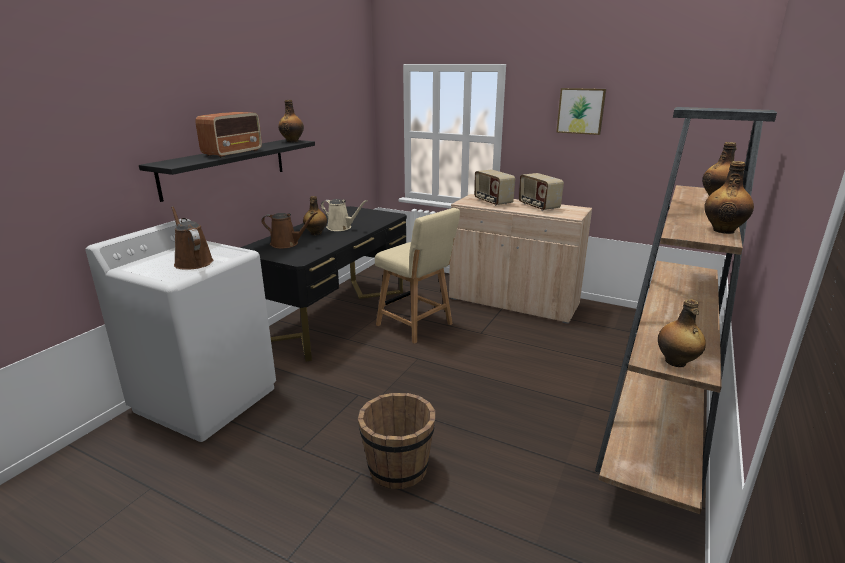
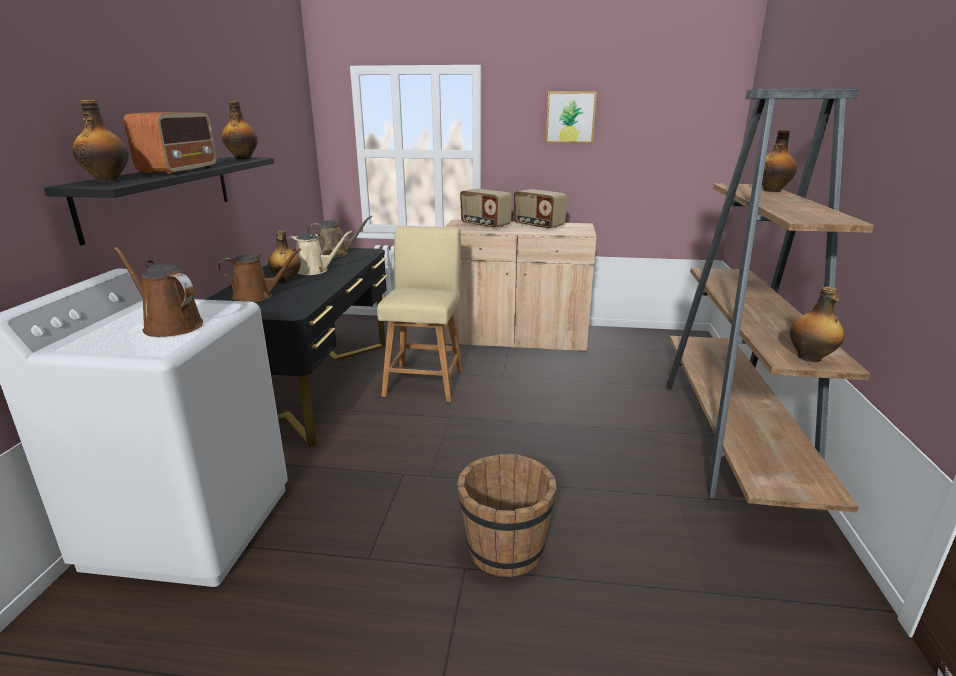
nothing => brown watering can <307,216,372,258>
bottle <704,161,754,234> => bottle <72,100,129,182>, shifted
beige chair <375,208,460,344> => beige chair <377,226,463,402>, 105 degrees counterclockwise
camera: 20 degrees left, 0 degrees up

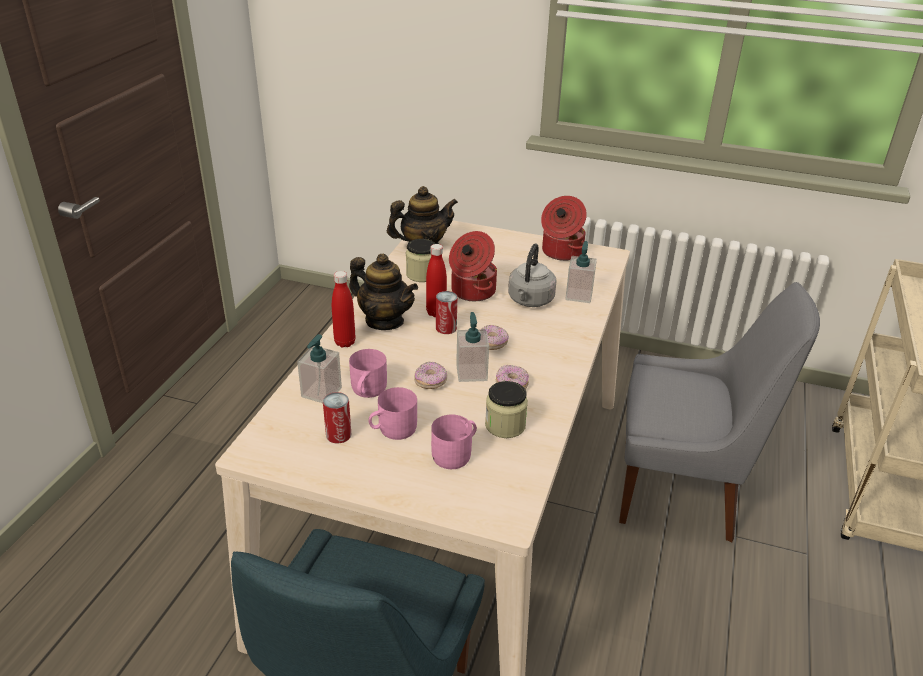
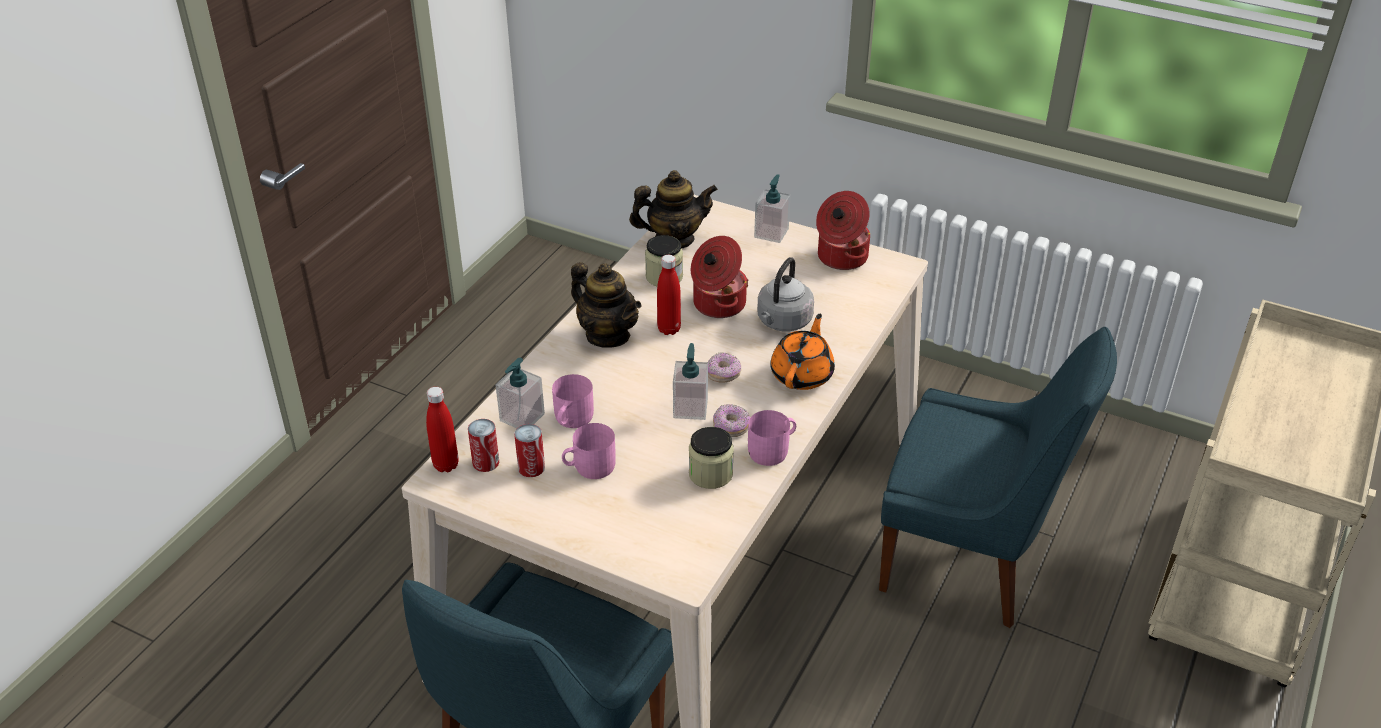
donut <414,362,447,389> => nothing
nothing => orange teapot <770,314,835,390>
red bottle <332,271,356,348> => red bottle <426,387,459,472>, shifted
pink mug <431,414,477,469> => pink mug <748,410,796,466>, shifted
can <436,291,458,334> => can <468,419,499,472>, shifted
soap dispenser <565,241,597,303> => soap dispenser <754,174,791,243>, shifted
grey chair <619,282,820,542> => blue chair <879,327,1117,628>
camera: 10 degrees right, 5 degrees up

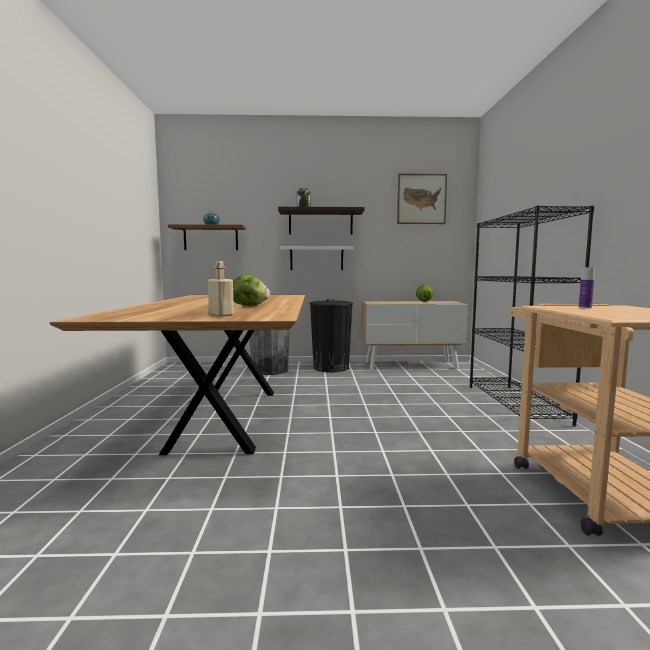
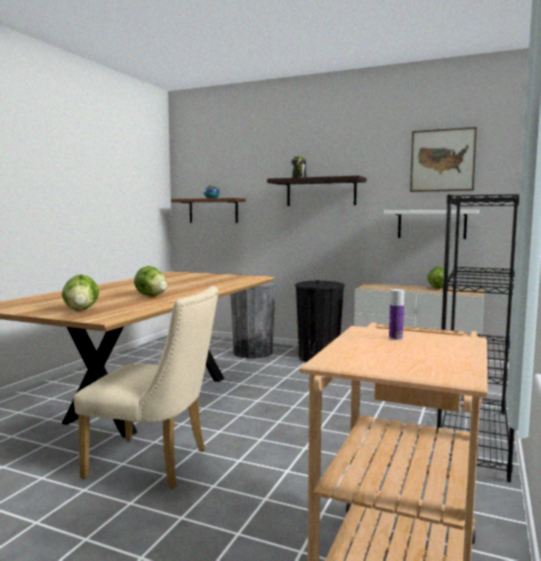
nothing => beige chair <74,286,218,488>
white shelf <280,246,354,270> => white shelf <384,210,479,239>, shifted
beige bottle <208,261,234,317> => lettuce <62,274,99,311>
camera: 25 degrees right, 0 degrees up

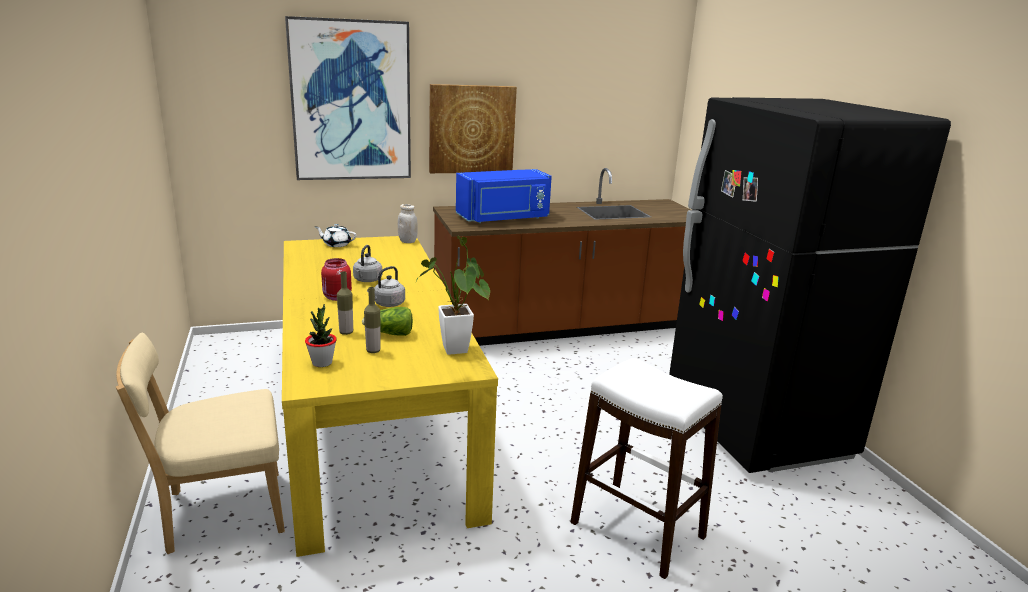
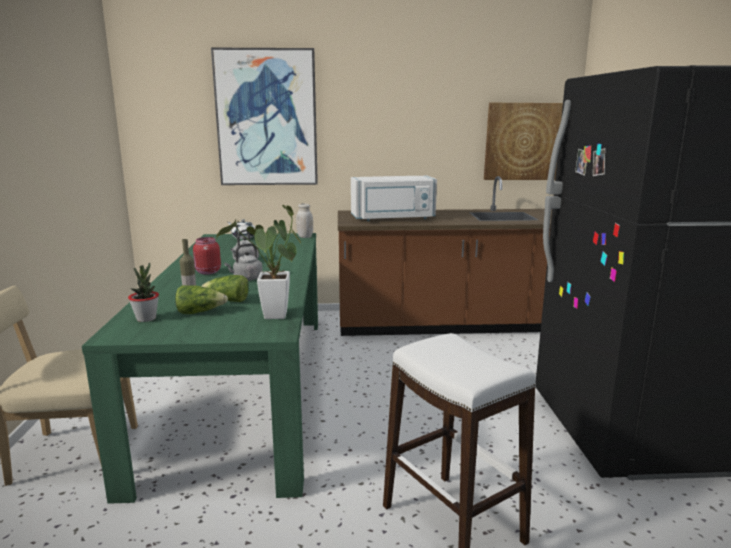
picture <429,84,517,173> => picture <484,103,563,180>, shifted
bottle <364,287,381,353> => lettuce <175,285,228,314>
yellow dining table <282,236,498,557> => green dining table <82,233,318,504>
blue microwave <456,169,552,223> => white microwave <351,176,437,221>
camera: 15 degrees right, 5 degrees down

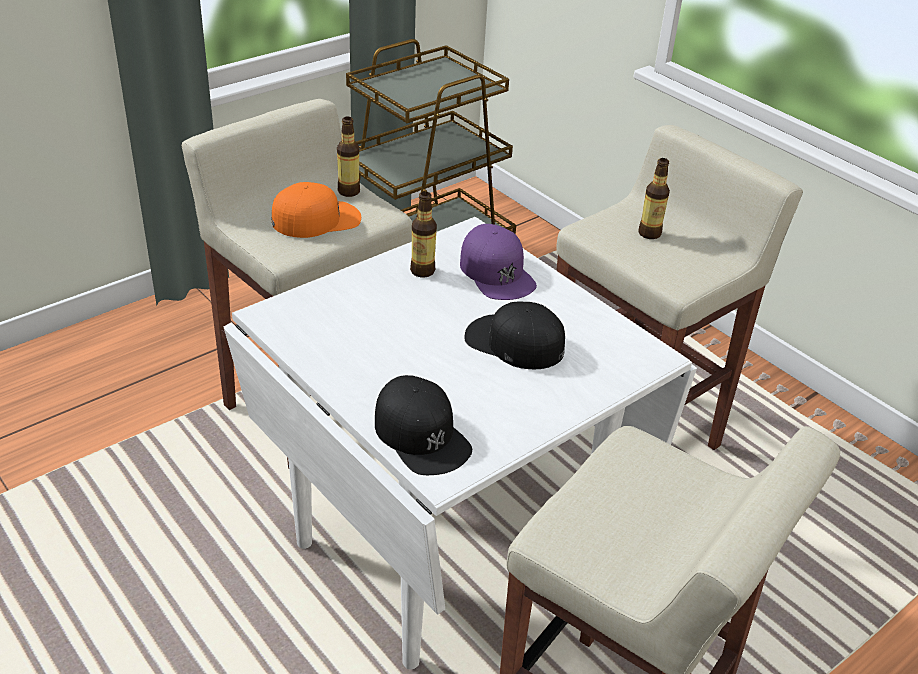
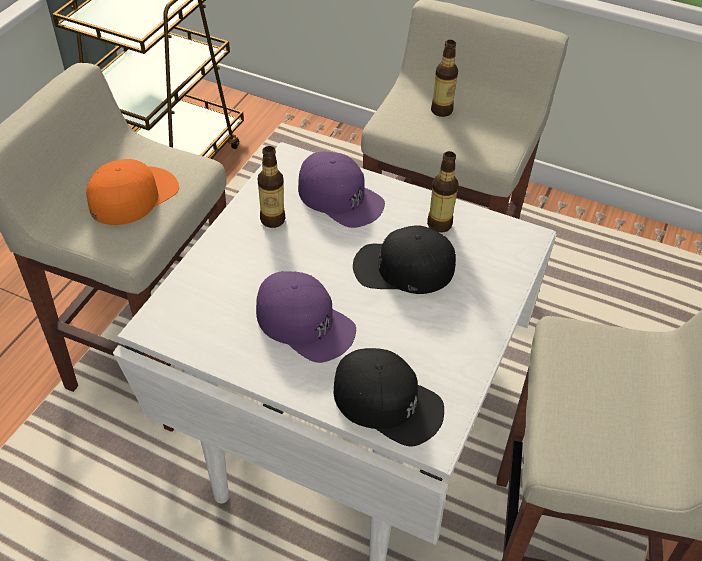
nothing => purple cap <256,271,356,363>
bottle <337,117,360,197> => bottle <427,151,459,233>, shifted
camera: 25 degrees left, 10 degrees up

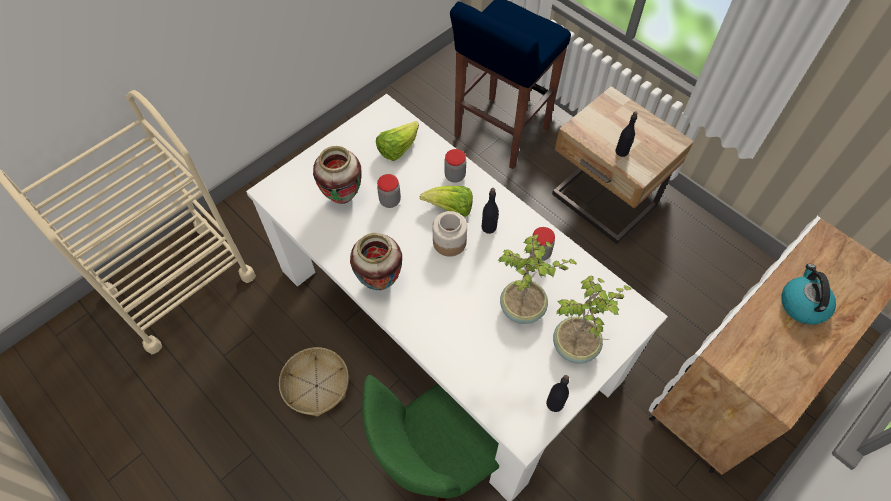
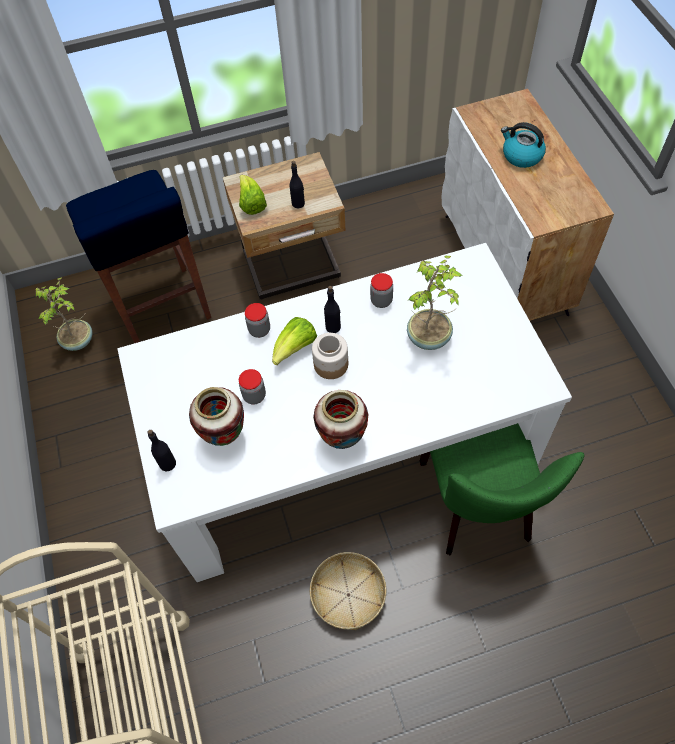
lettuce <376,121,419,161> => lettuce <239,175,267,215>, shifted
black bottle <546,375,569,412> => black bottle <147,430,176,471>, shifted
potted plant <553,276,631,364> => potted plant <36,277,92,351>, shifted
camera: 60 degrees left, 0 degrees up

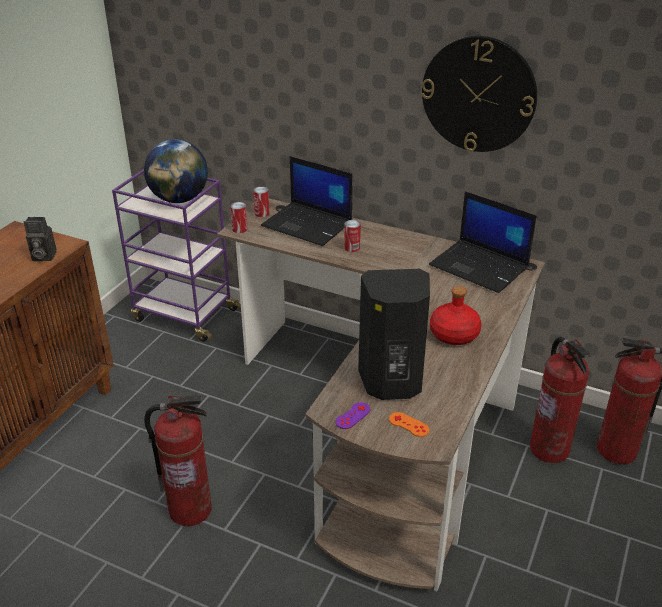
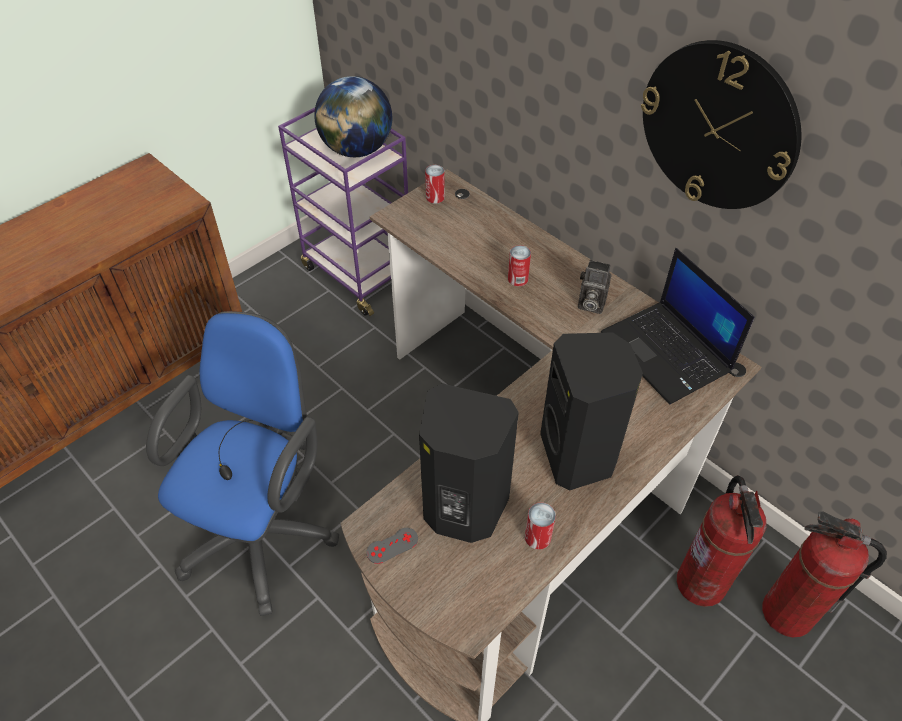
laptop <261,156,353,246> => nothing
orange game controller <389,412,429,437> => nothing
photo camera <24,217,57,261> => photo camera <578,260,611,314>, shifted
can <230,202,248,233> => can <525,502,556,550>, shifted
fire extinguisher <144,395,211,526> => blue office chair <146,311,339,616>
red bottle <430,286,481,345> => black speaker <540,332,643,491>
purple game controller <336,402,370,429> => grey game controller <366,528,418,564>
camera: 20 degrees right, 15 degrees up

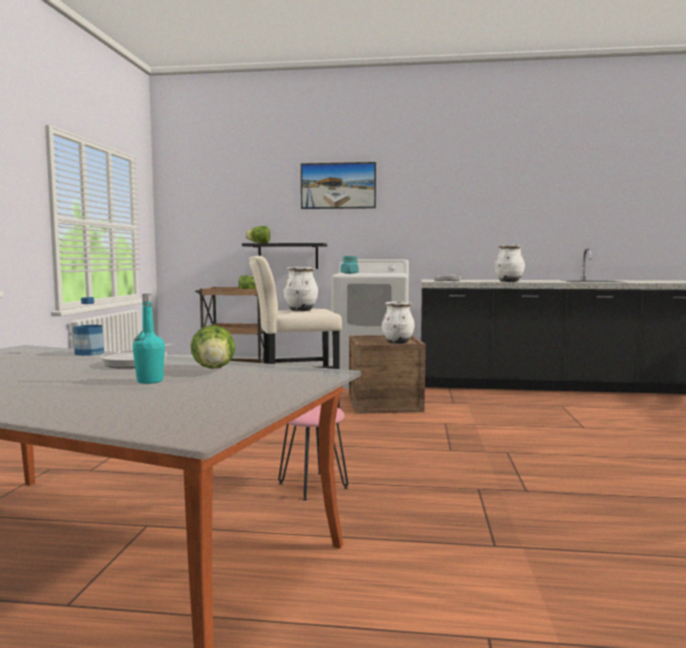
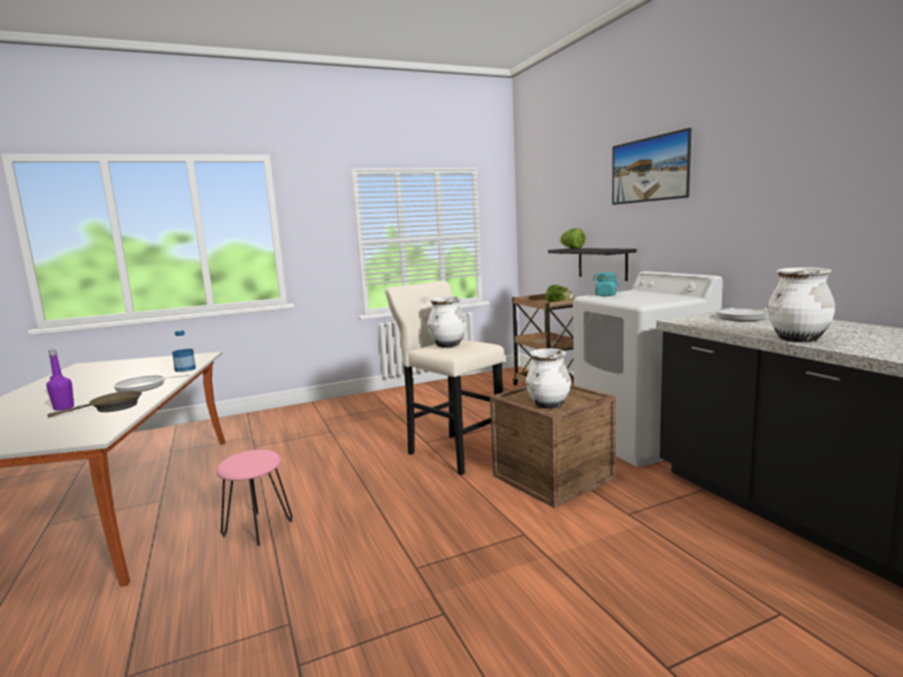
lettuce <191,325,235,369> => brown frying pan <47,391,142,417>
turquoise bottle <133,294,165,384> => purple bottle <46,349,74,410>
camera: 60 degrees right, 5 degrees up

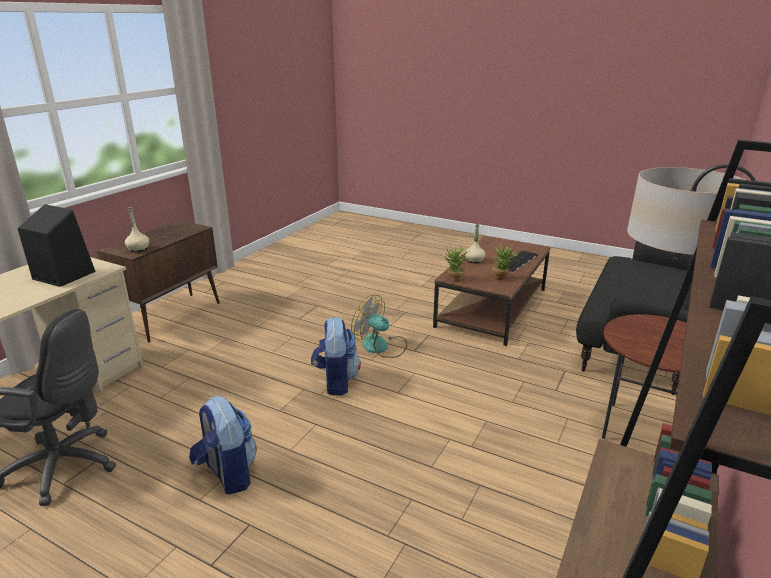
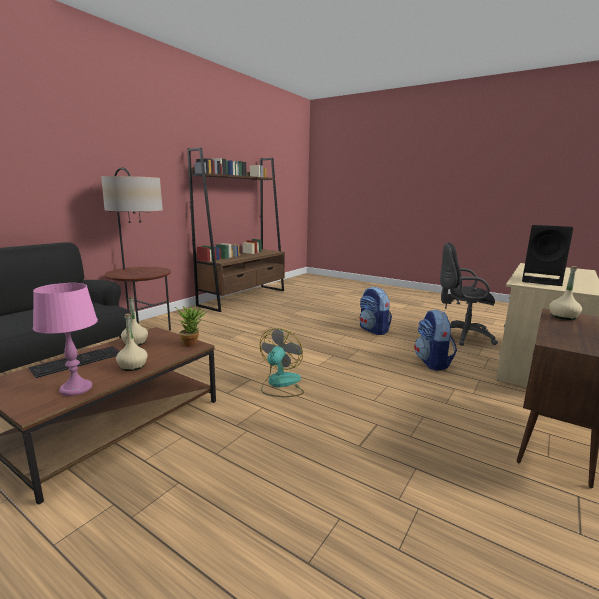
nothing => pink table lamp <33,283,98,396>
backpack <311,317,361,396> => backpack <414,309,457,371>, shifted
potted plant <493,244,518,280> => beige bottle <121,297,148,346>
fan <351,295,407,358> => fan <260,328,304,397>, 105 degrees counterclockwise
camera: 175 degrees left, 10 degrees down

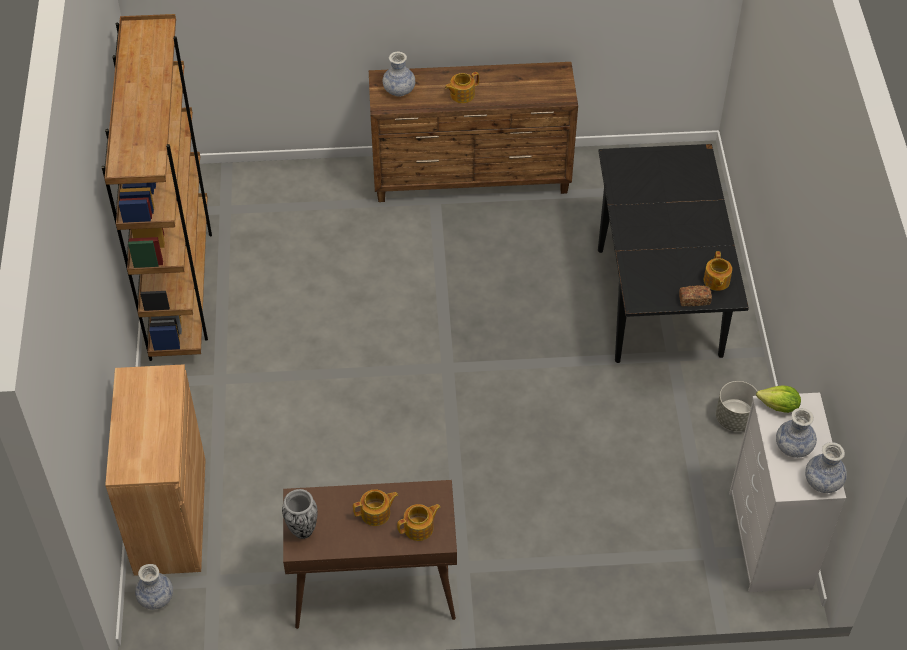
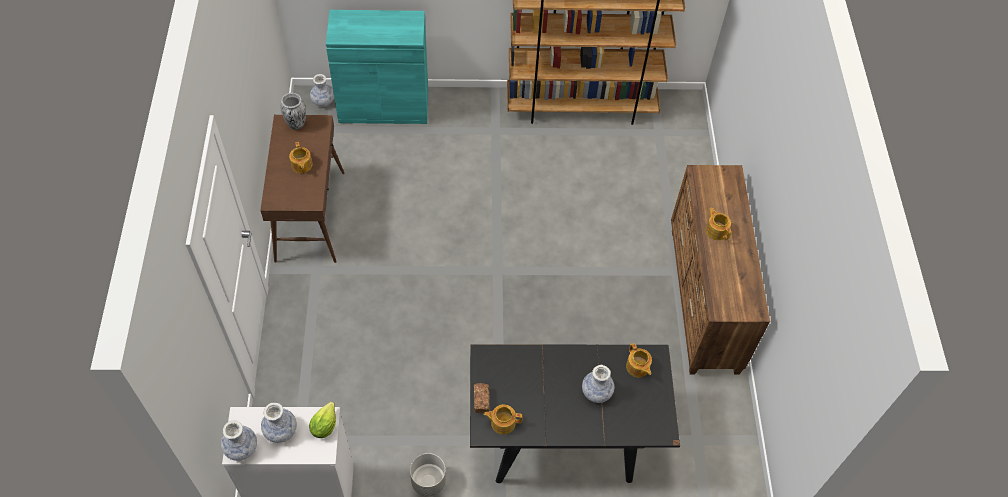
vase <383,51,415,96> => vase <582,365,614,403>, shifted
teapot <397,504,441,541> => teapot <626,343,652,377>, shifted
brown cabinet <105,364,205,576> => turquoise cabinet <326,10,428,124>
camera: 90 degrees right, 5 degrees up

